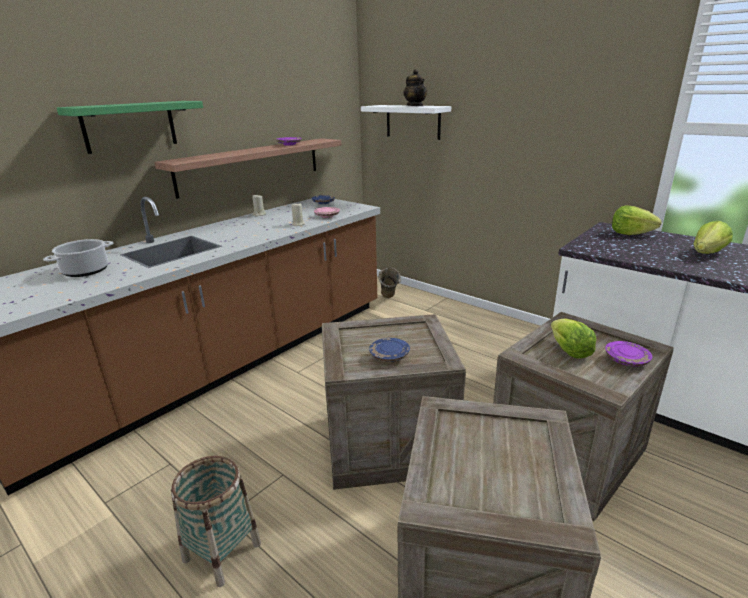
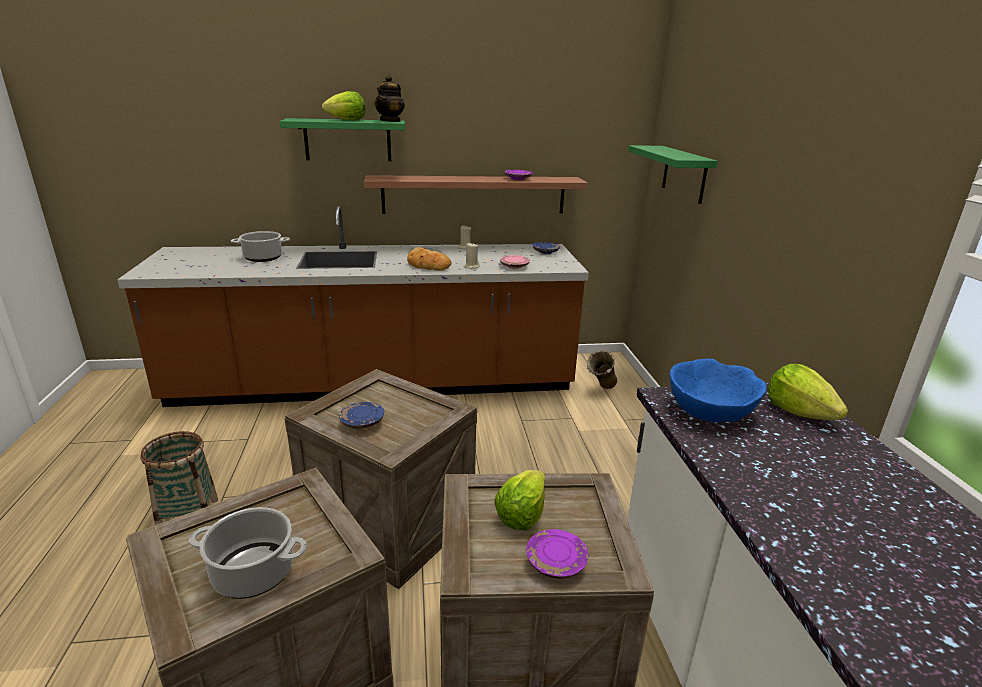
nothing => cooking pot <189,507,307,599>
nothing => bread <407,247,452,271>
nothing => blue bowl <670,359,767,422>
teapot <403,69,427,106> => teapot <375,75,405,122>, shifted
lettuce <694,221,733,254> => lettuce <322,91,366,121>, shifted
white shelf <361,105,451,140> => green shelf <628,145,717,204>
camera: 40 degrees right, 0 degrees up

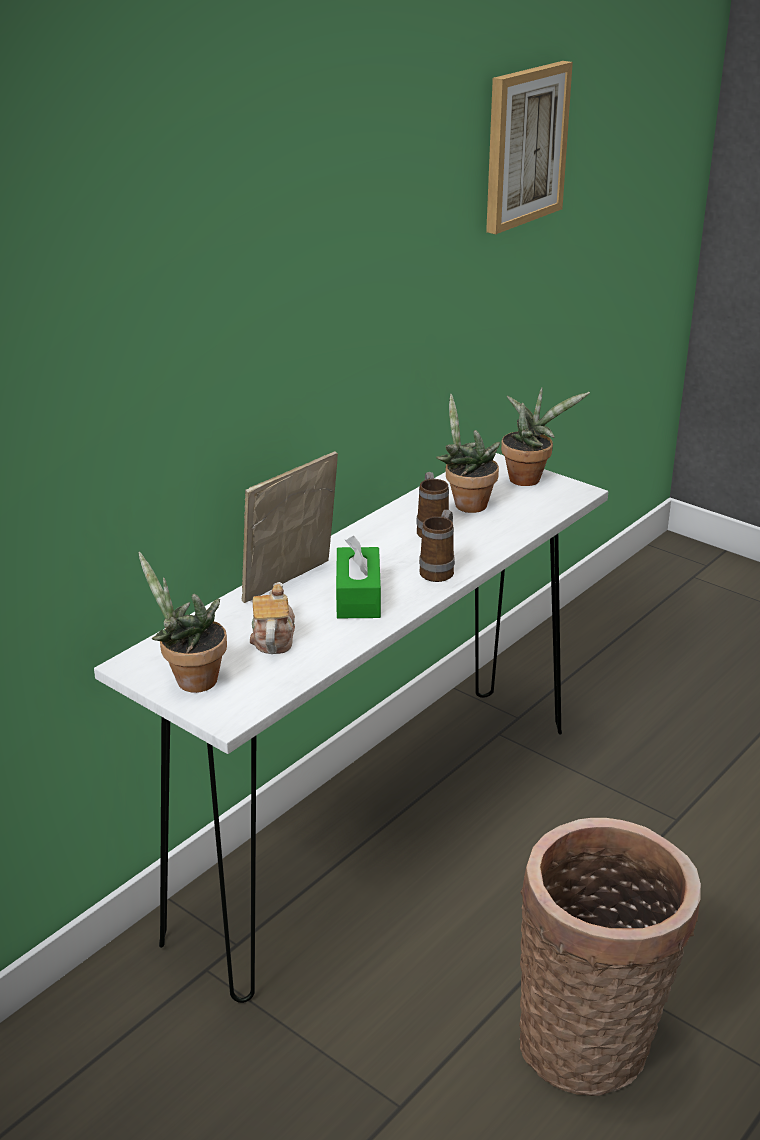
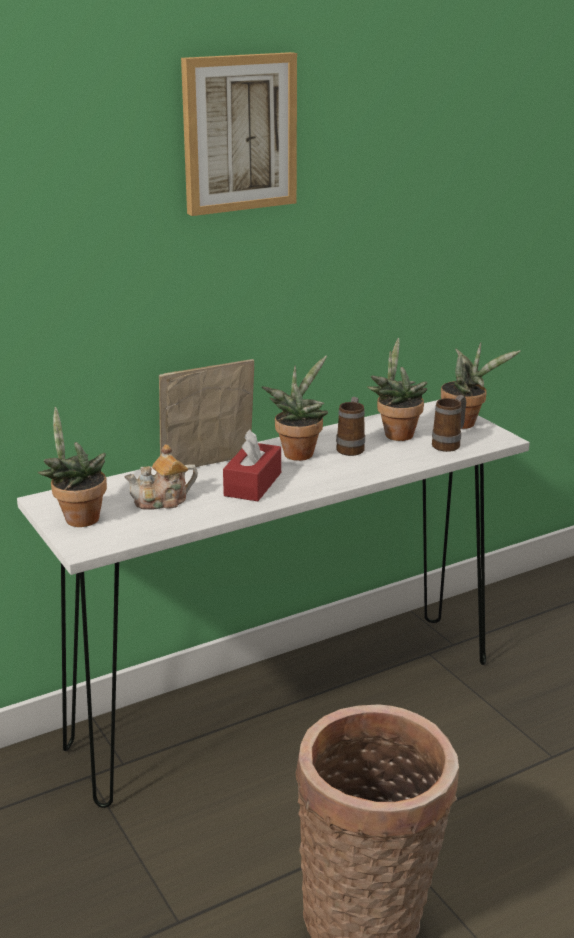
nothing => potted plant <262,356,328,461>
mug <419,510,455,582> => mug <432,395,466,452>, shifted
picture <486,61,573,234> => picture <181,52,297,216>, shifted
green tissue box <336,536,381,618> => red tissue box <223,429,281,501>
teapot <250,582,295,654> => teapot <124,444,198,510>, 135 degrees counterclockwise
camera: 20 degrees right, 5 degrees down

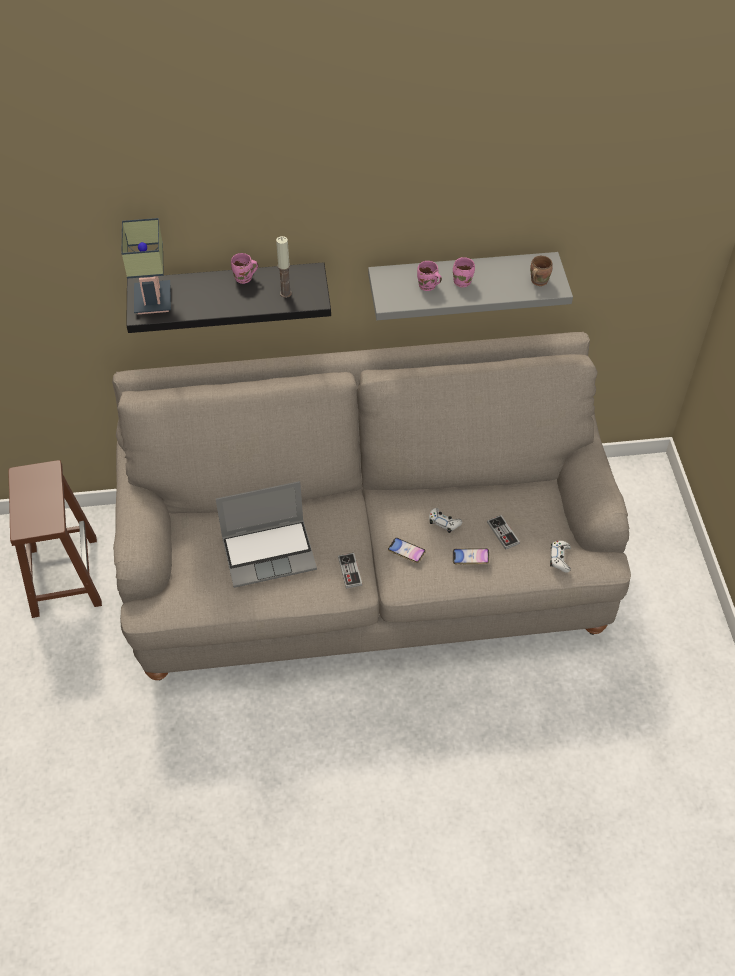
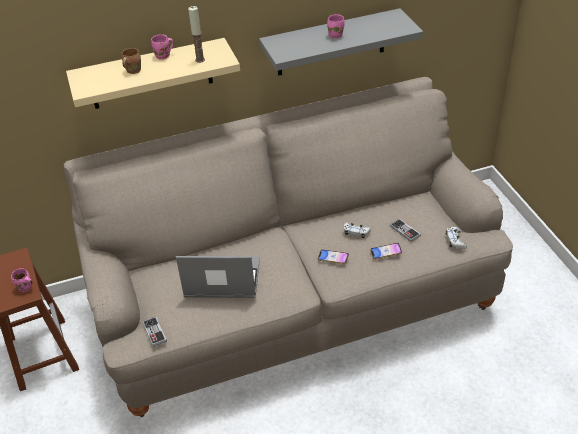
table lamp <122,218,171,314> => nothing
game controller <338,553,363,589> => game controller <142,316,167,347>, shifted
pink mug <417,261,442,291> => pink mug <11,268,33,292>, shifted
brown mug <530,256,553,286> => brown mug <121,48,141,74>, shifted
black shelf <126,262,331,333> => beige shelf <66,38,240,109>
laptop <216,481,317,588> => laptop <176,256,260,298>, 150 degrees counterclockwise
camera: 10 degrees left, 10 degrees down

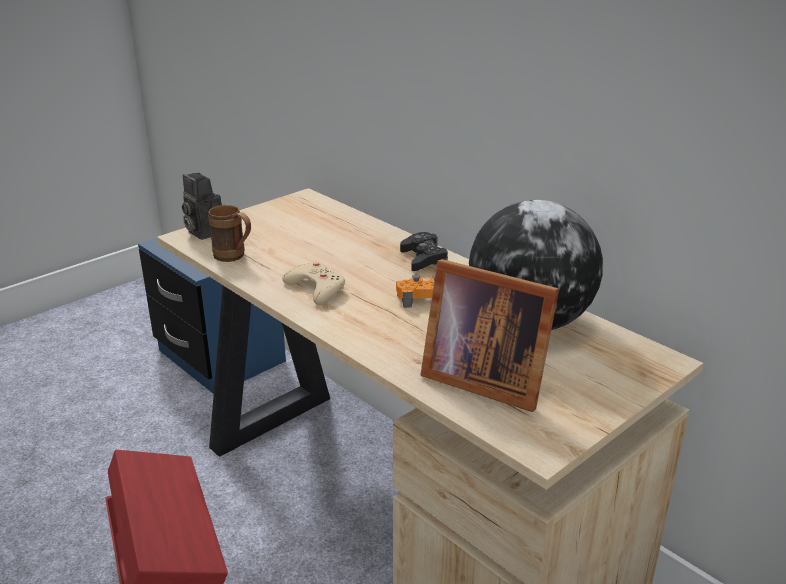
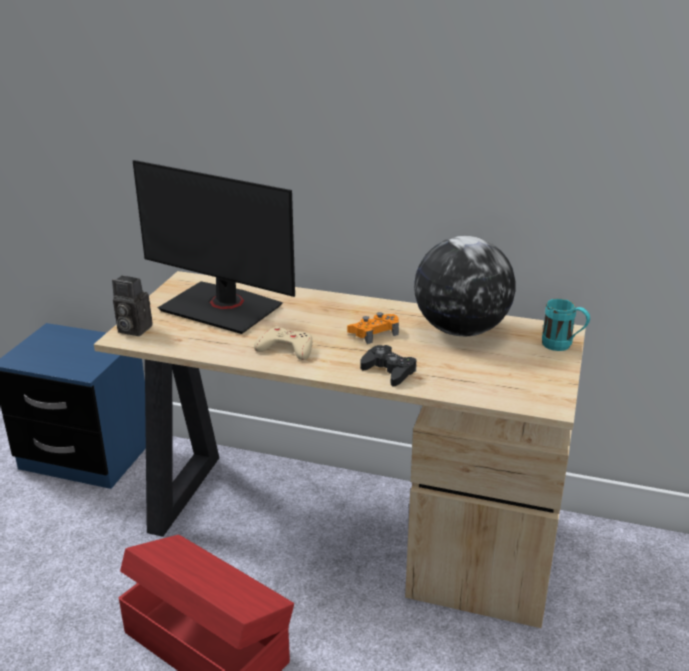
brown mug <208,205,251,262> => nothing
picture frame <420,259,559,412> => nothing
nothing => monitor <133,160,295,334>
nothing => turquoise mug <542,298,590,351>
black game controller <400,232,448,271> => black game controller <360,345,416,386>, shifted
camera: 30 degrees left, 0 degrees up

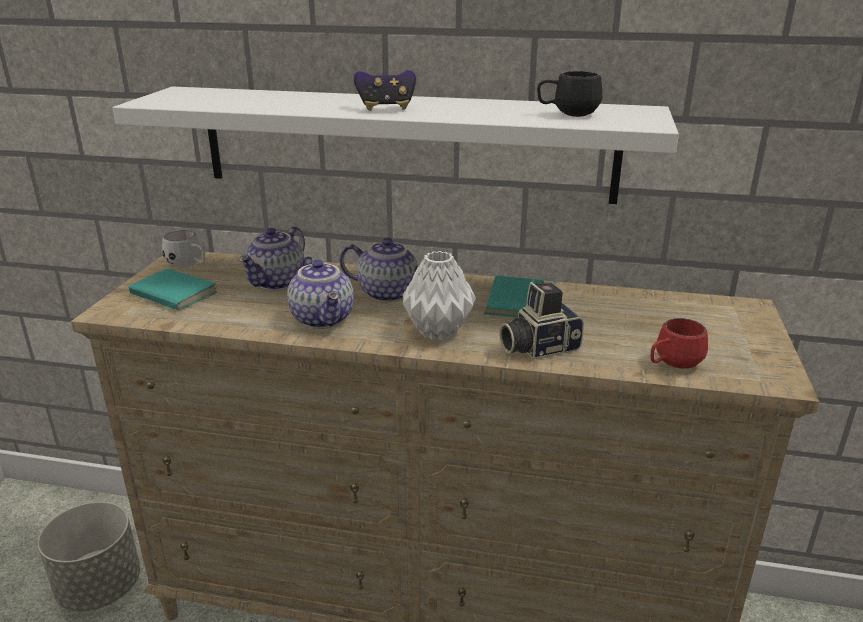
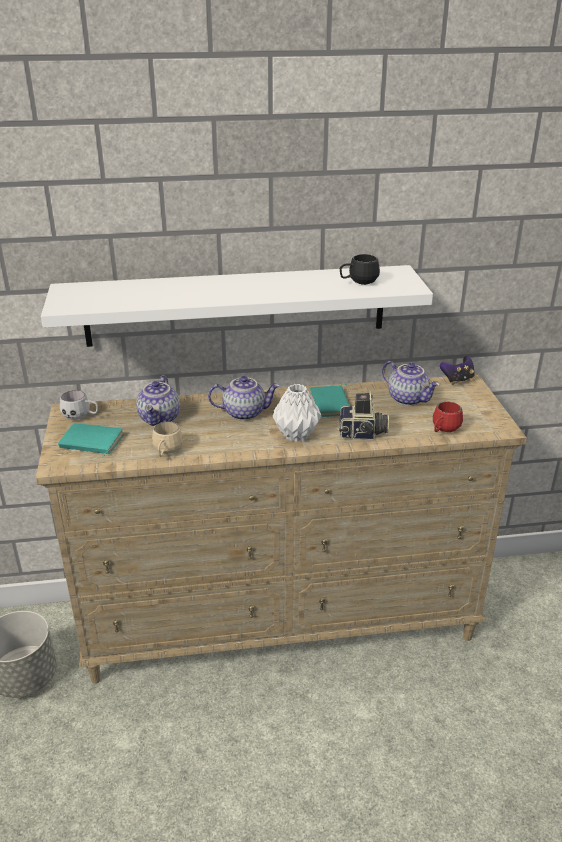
nothing => beige mug <152,422,183,457>
teapot <287,256,354,329> => teapot <382,361,440,406>, shifted
game controller <354,70,416,111> => game controller <440,356,475,385>, shifted
photo camera <499,282,584,359> => photo camera <339,392,389,440>, 135 degrees counterclockwise
camera: 20 degrees left, 5 degrees up

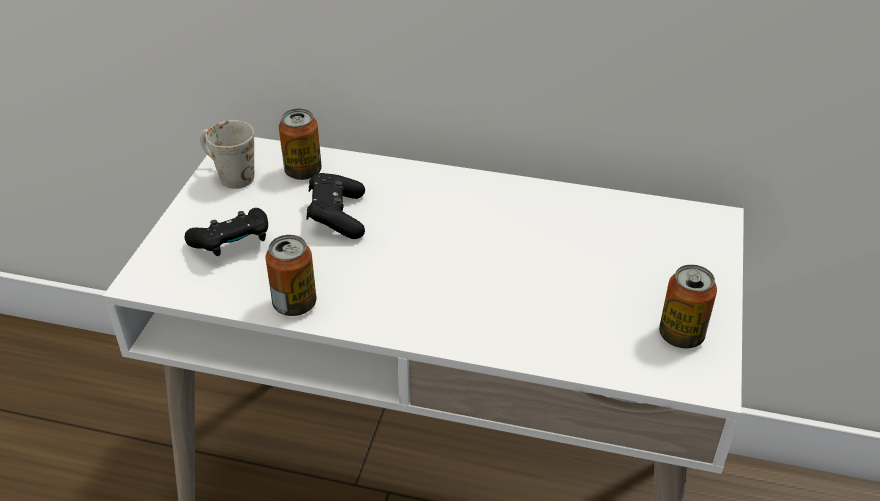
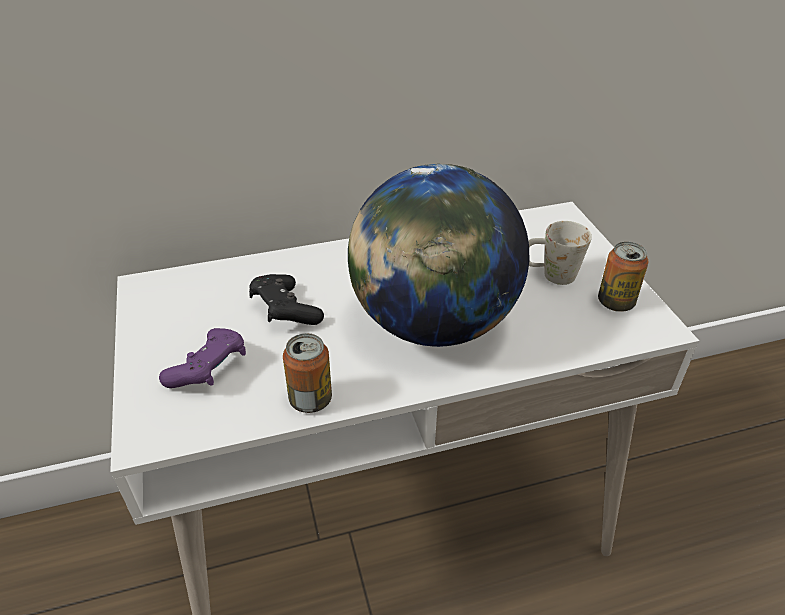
can <279,109,322,180> => nothing
nothing => globe <348,164,530,347>
white mug <200,120,254,189> => white mug <528,221,592,285>, shifted
black game controller <185,208,268,256> => purple game controller <159,328,246,388>
camera: 30 degrees left, 0 degrees up

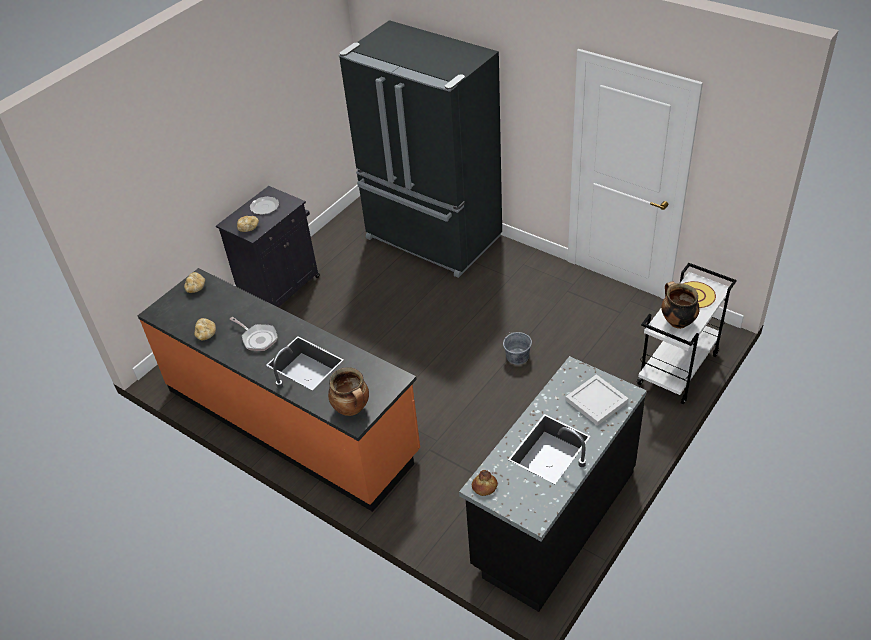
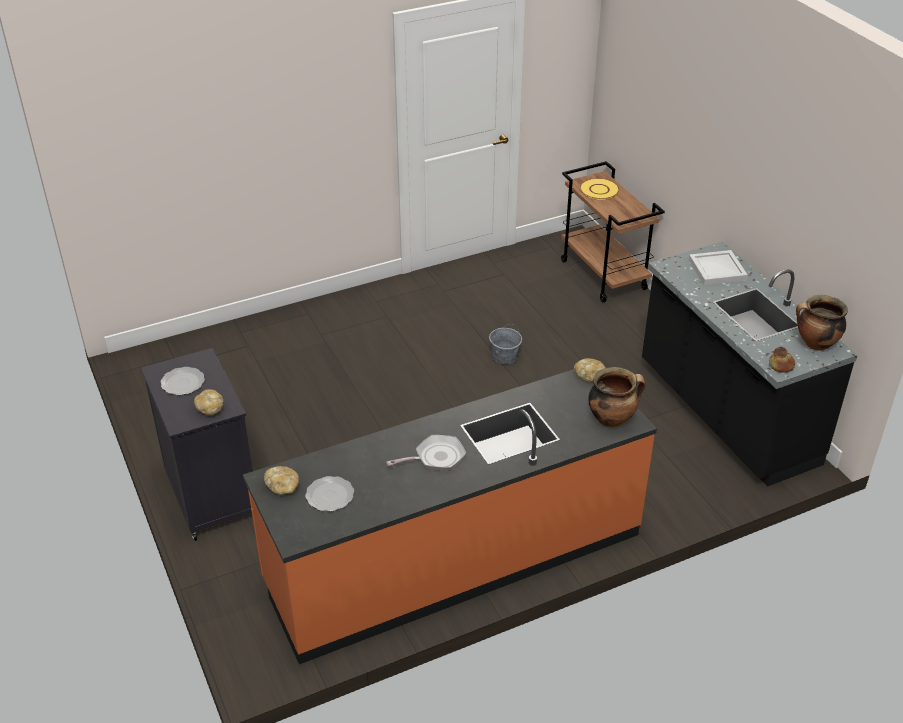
black fridge <339,20,502,278> => nothing
nothing => plate <305,476,354,511>
bread <194,318,216,340> => bread <574,358,605,382>, shifted
cooking pot <661,282,699,329> => cooking pot <796,295,848,351>, shifted
white cart <637,263,737,405> => brown cart <561,161,665,302>
camera: 65 degrees left, 5 degrees down

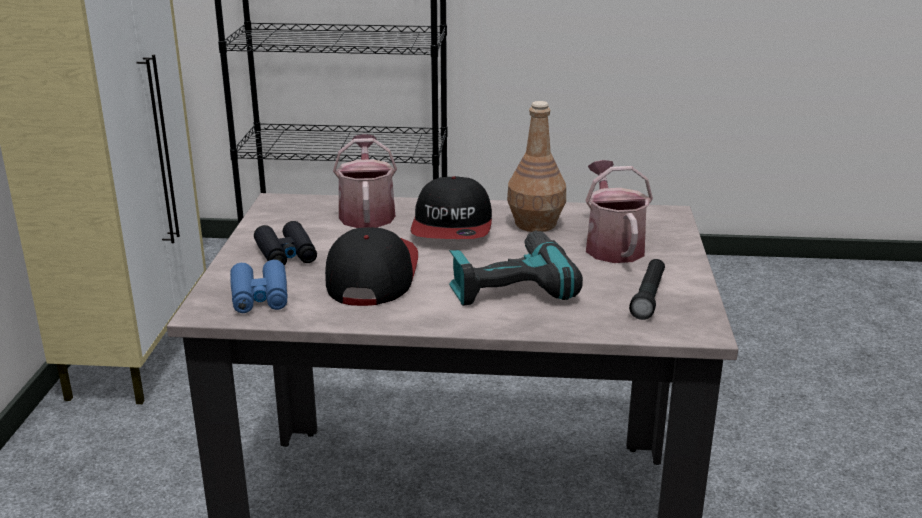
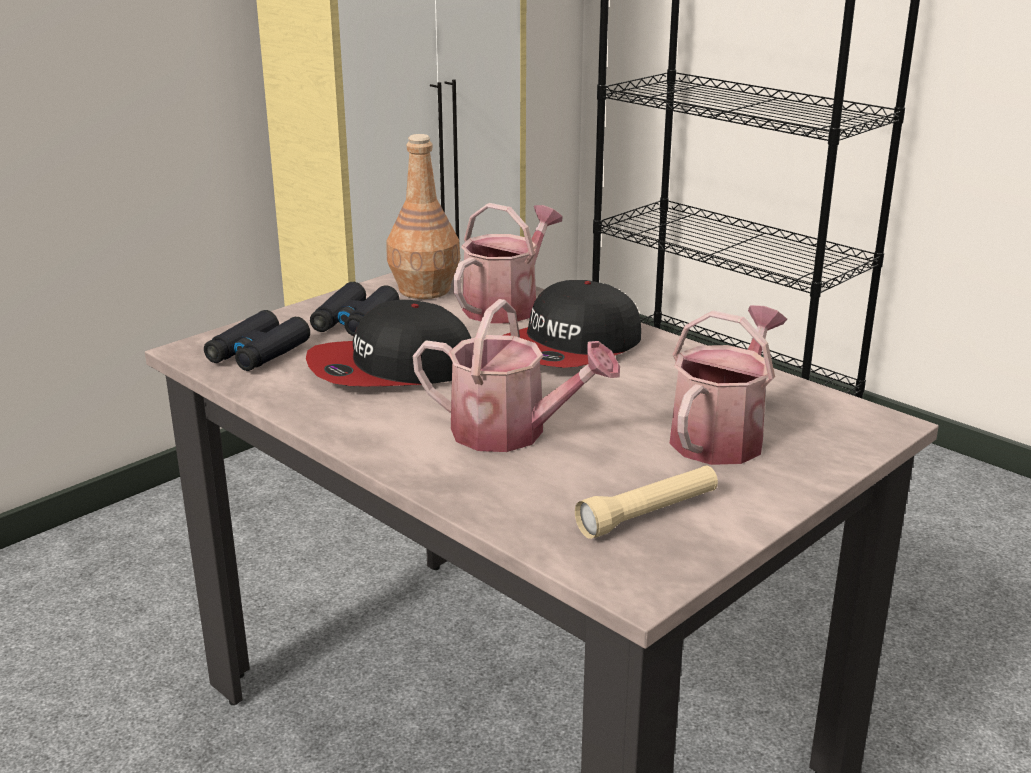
brown bottle <507,101,566,232> => brown bottle <387,134,460,299>, shifted
power drill <449,231,583,306> => watering can <413,299,620,452>
blue binoculars <230,260,288,313> => black binoculars <204,310,310,371>
black flashlight <629,259,665,320> => beige flashlight <575,465,718,539>
cap <325,227,418,306> => cap <306,300,471,386>, 150 degrees counterclockwise
camera: 40 degrees right, 0 degrees up

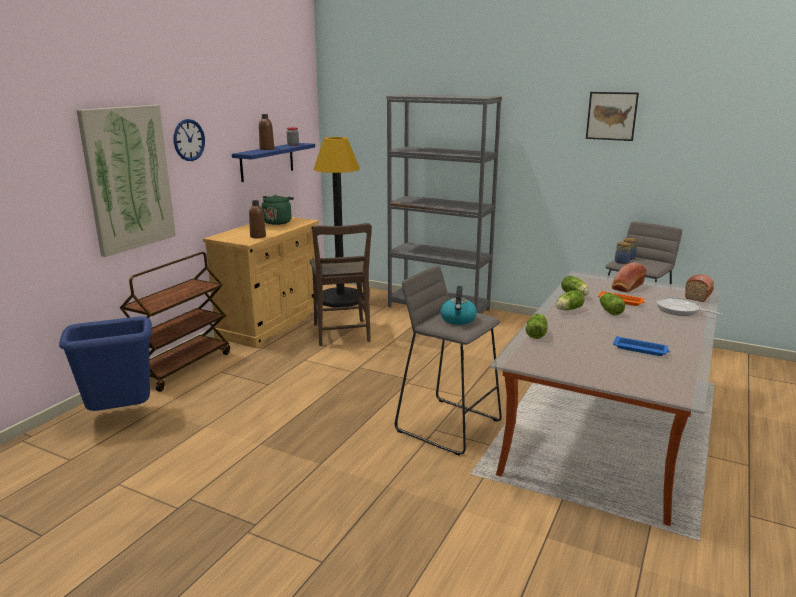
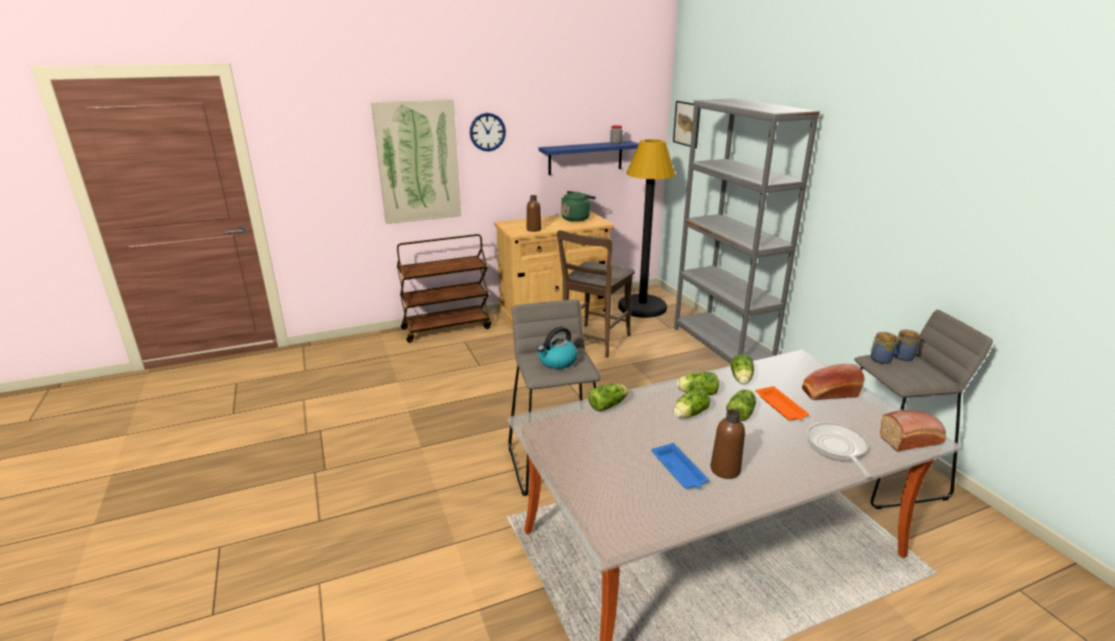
blue trash can <59,316,152,411> => nothing
nothing => lettuce <673,388,710,418>
brown bottle <259,114,274,150> => brown bottle <711,409,745,479>, shifted
picture <586,92,639,141> => picture <673,101,701,148>, shifted
camera: 40 degrees right, 5 degrees up

